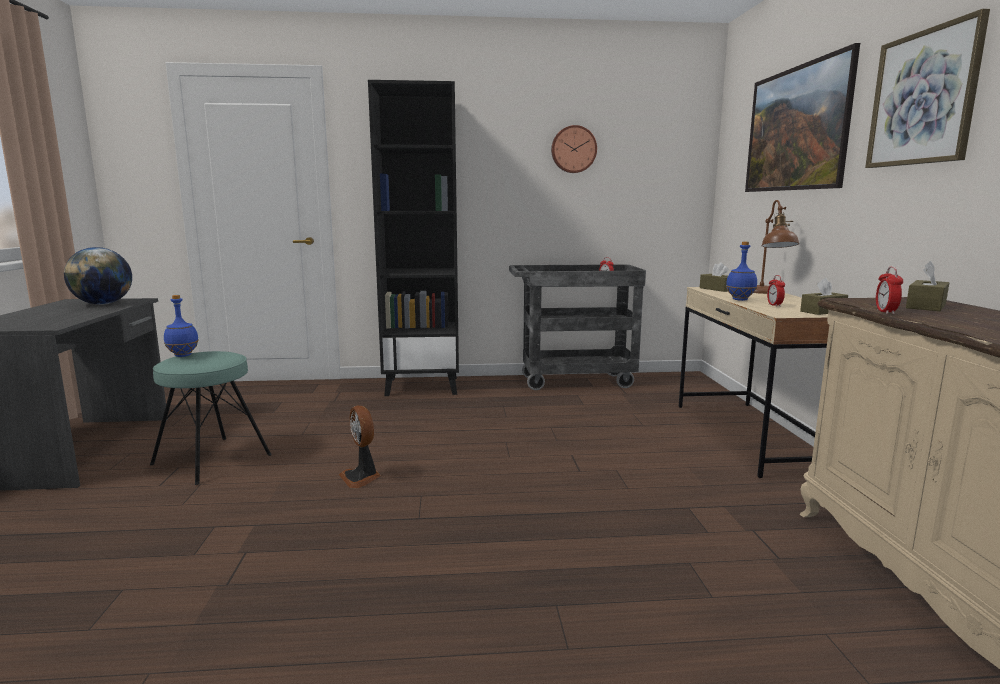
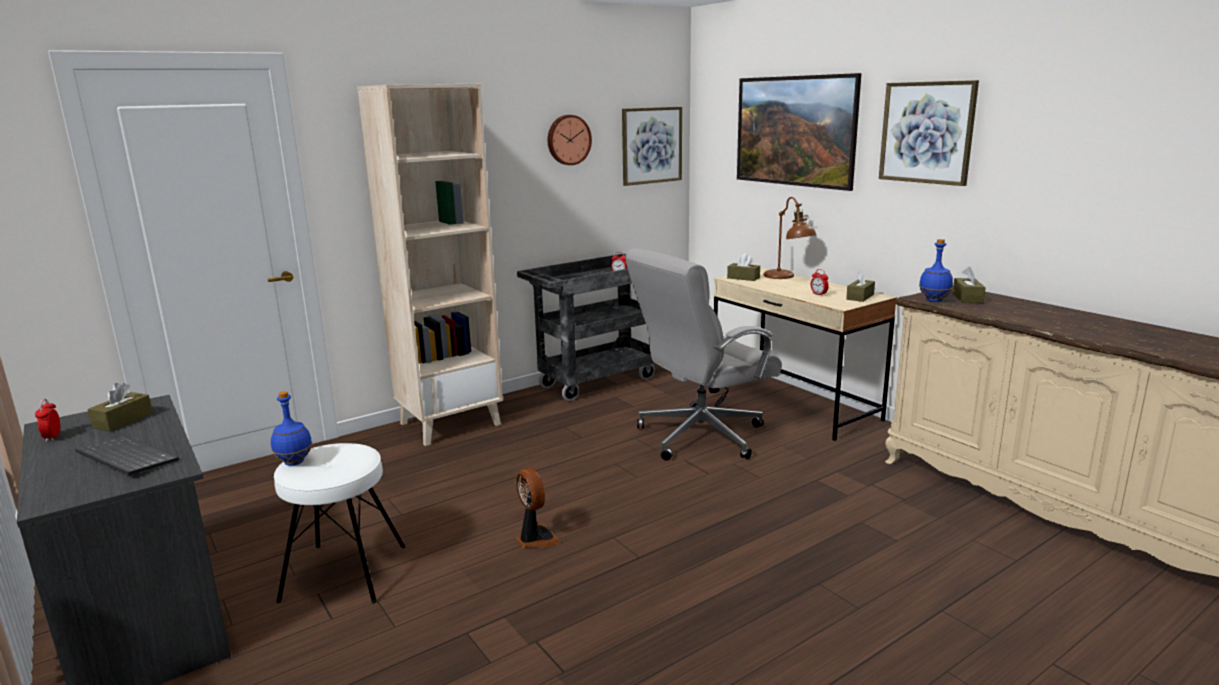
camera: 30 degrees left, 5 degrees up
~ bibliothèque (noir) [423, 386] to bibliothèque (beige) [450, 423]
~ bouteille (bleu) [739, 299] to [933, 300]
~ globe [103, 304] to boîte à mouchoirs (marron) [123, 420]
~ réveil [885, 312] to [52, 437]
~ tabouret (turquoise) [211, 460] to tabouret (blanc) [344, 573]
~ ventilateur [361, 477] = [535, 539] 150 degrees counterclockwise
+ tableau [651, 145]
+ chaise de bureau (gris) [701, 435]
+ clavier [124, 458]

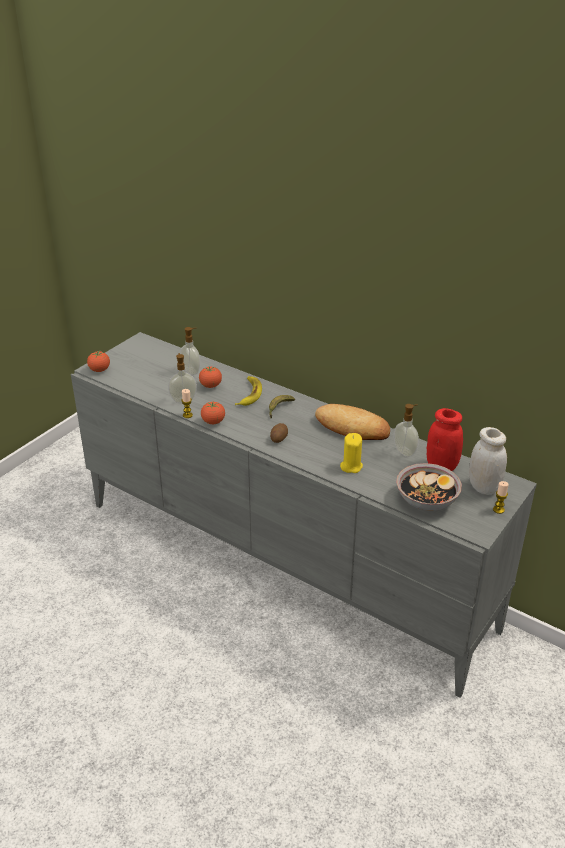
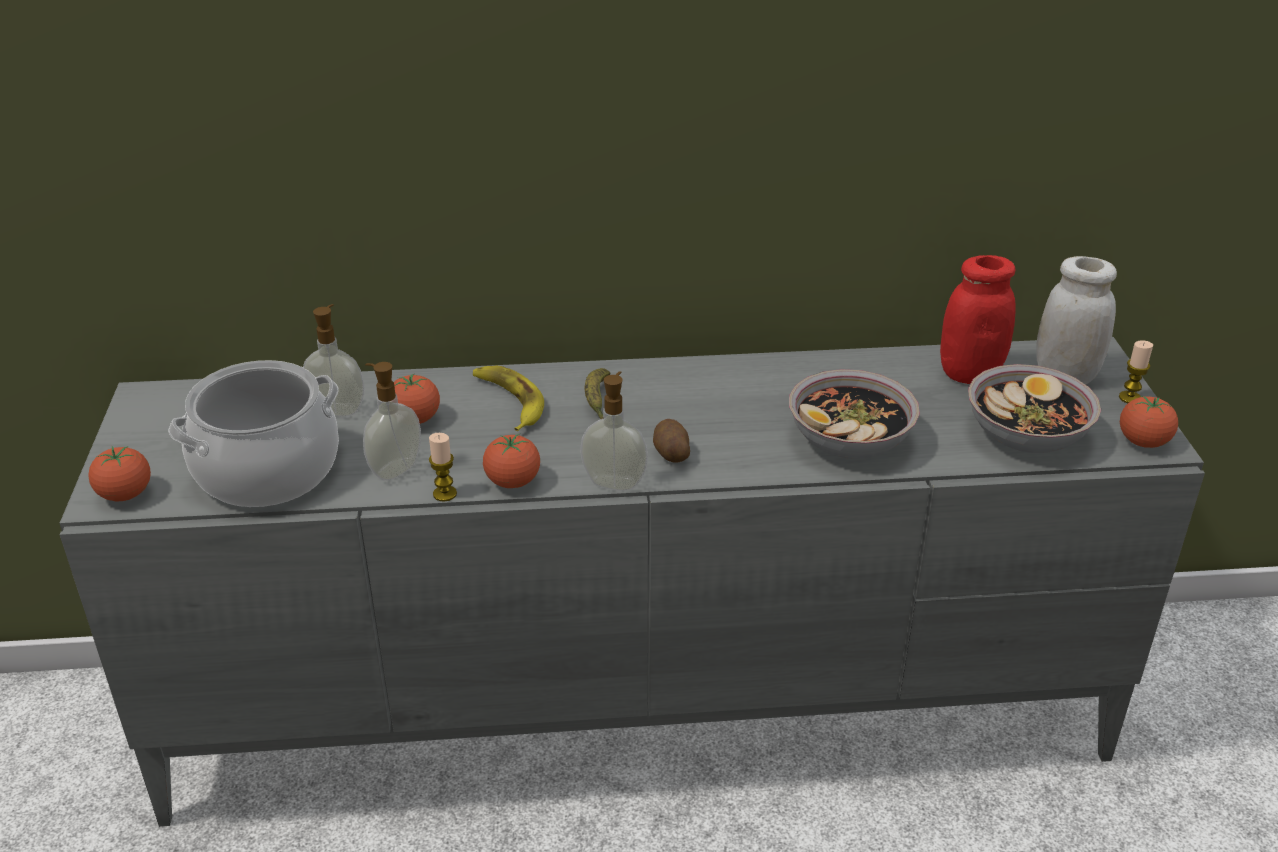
camera: 40 degrees left, 0 degrees up
- pain [352, 427]
~ distributeur de savon [405, 451] to [615, 482]
~ bougie (jaune) [351, 466] to bol [849, 440]
+ marmite [267, 469]
+ tomate [1143, 442]

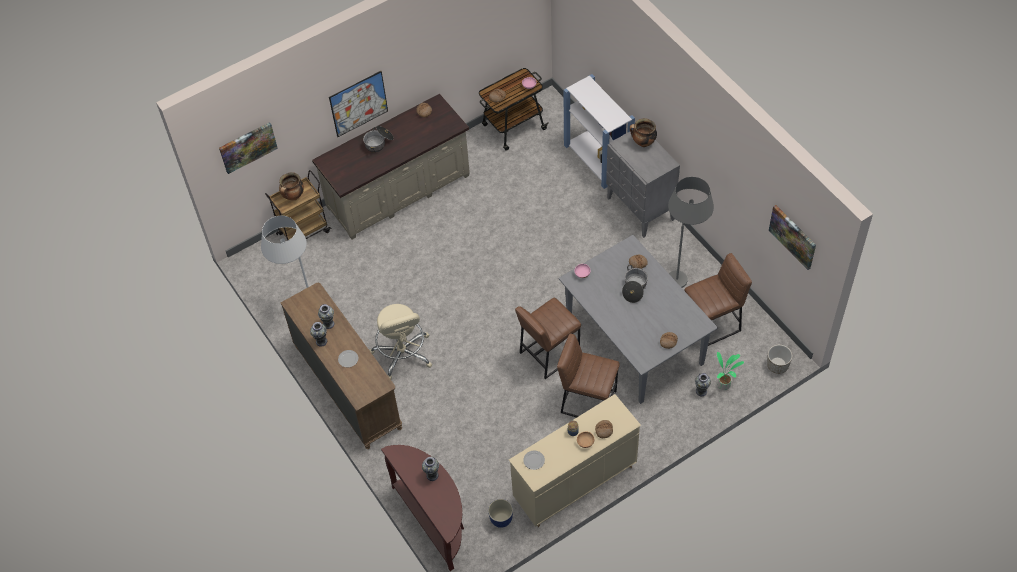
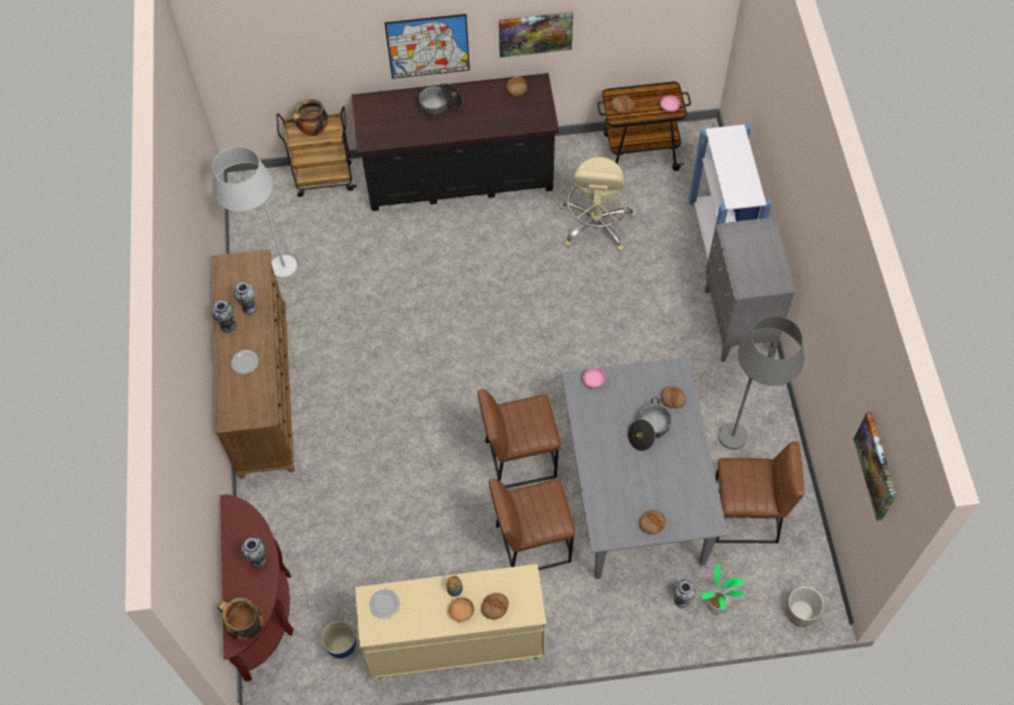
camera: 25 degrees right, 5 degrees up
~ meuble de rangement (beige) [399, 191] to meuble de rangement (noir) [460, 175]
~ marmite [643, 143] to [246, 626]
~ tableau [248, 147] to [535, 33]
~ tabouret (beige) [402, 355] to [595, 224]
~ chaise (marron) [587, 401] = [531, 544] 60 degrees counterclockwise

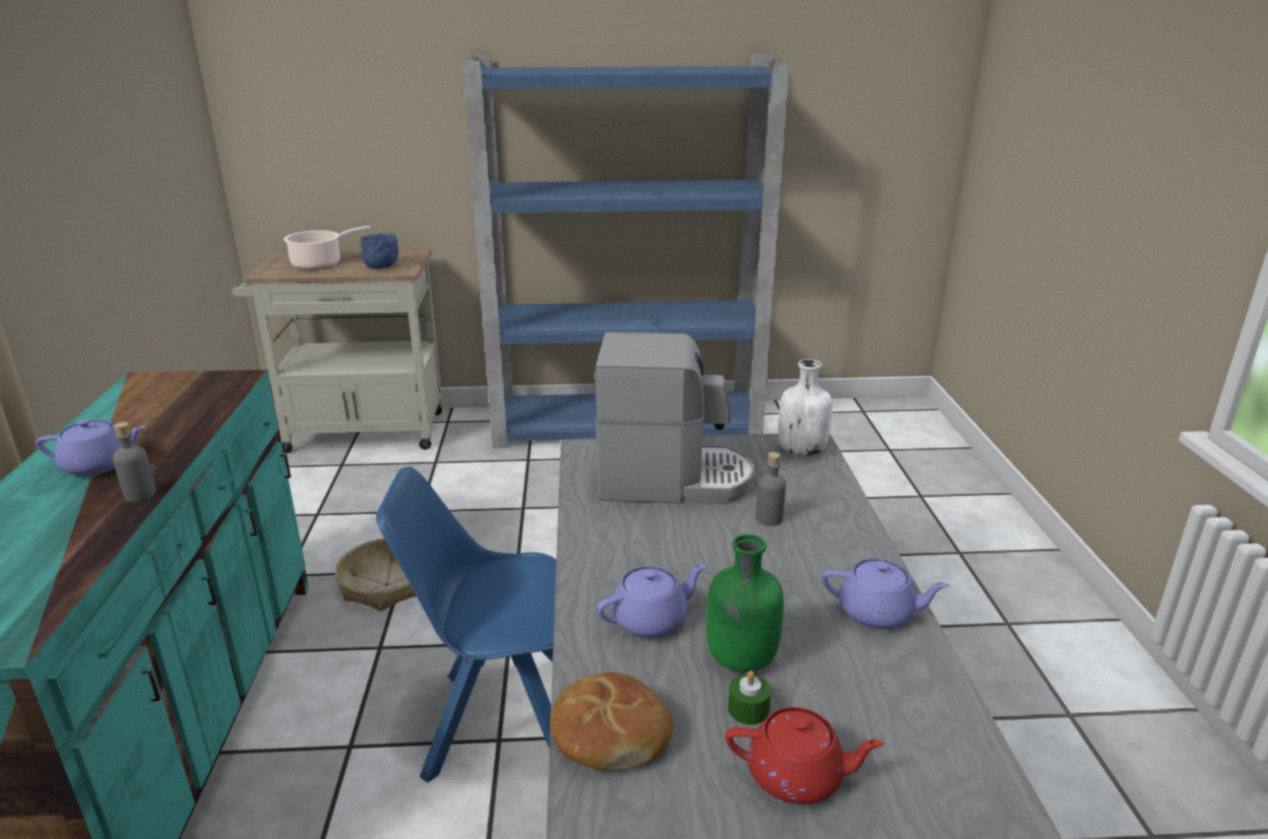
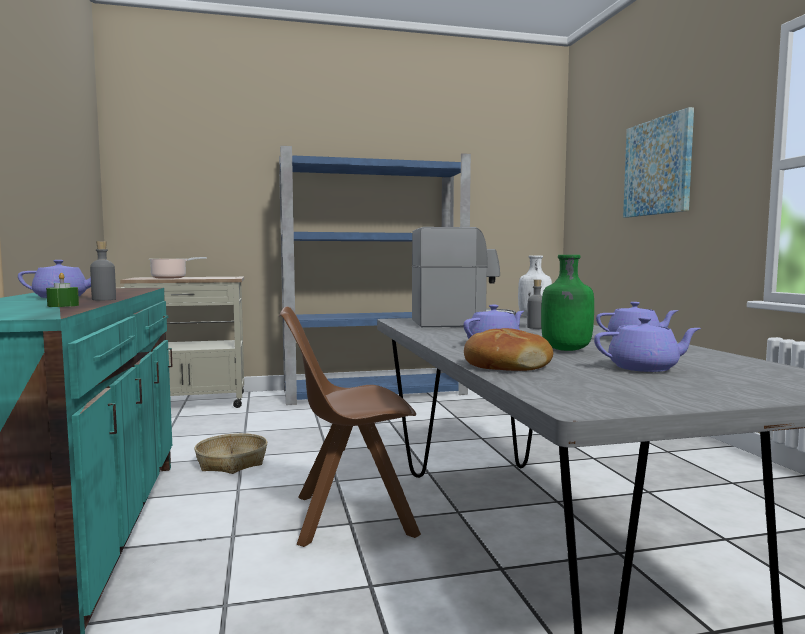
camera: 10 degrees left, 20 degrees down
- bol (bleu) [382, 268]
~ chaise (bleu) [502, 724] to chaise (marron) [350, 516]
~ bougie (vert) [748, 709] to [63, 305]
~ théière (rouge) [797, 776] to théière (violet) [645, 368]
+ tableau [658, 167]

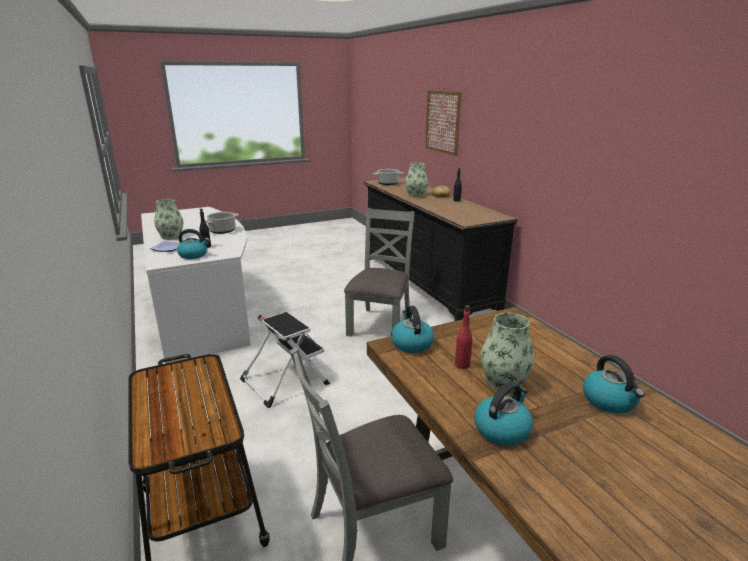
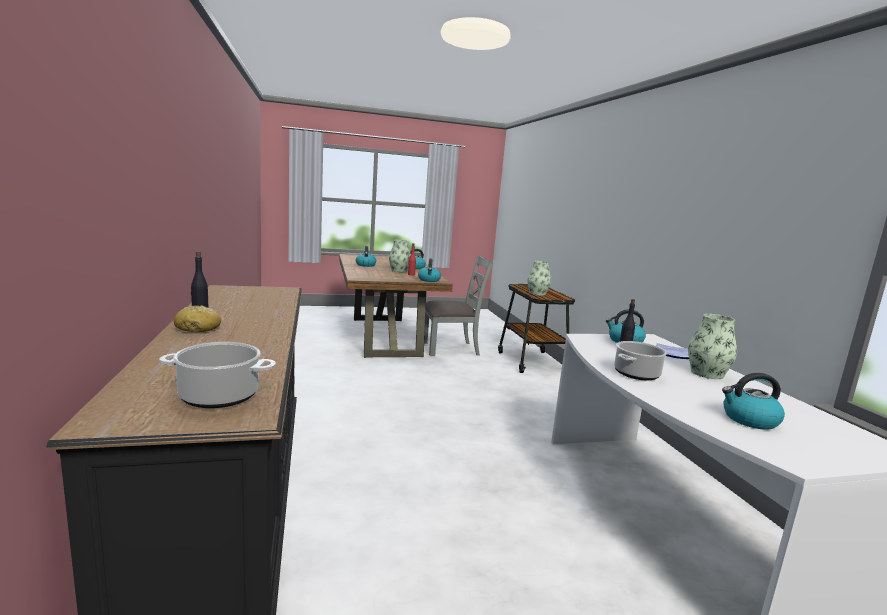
camera: 170 degrees left, 10 degrees down
- tableau [443, 121]
~ vase [416, 195] to [537, 293]
- chaise (gris) [380, 324]
- escabeau [285, 379]
+ bouilloire [749, 420]

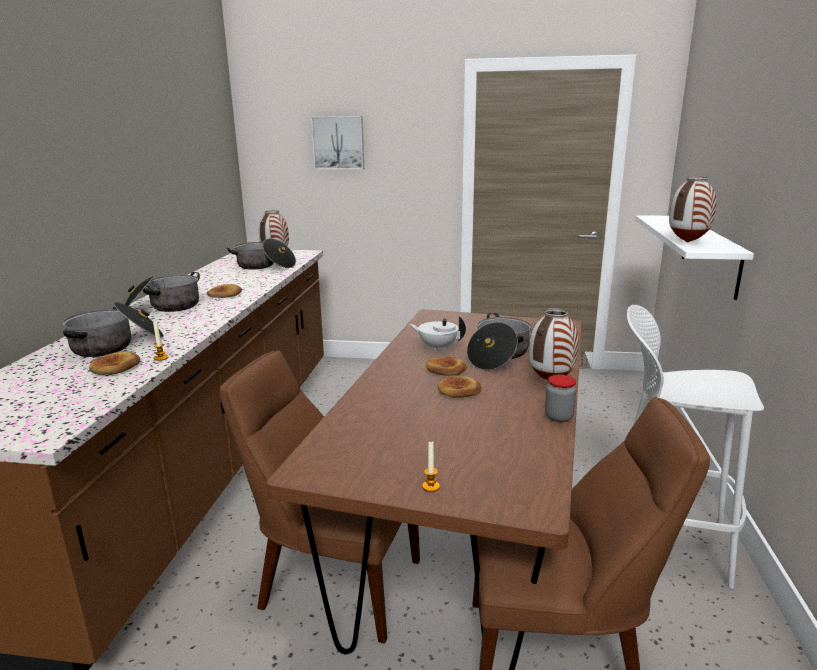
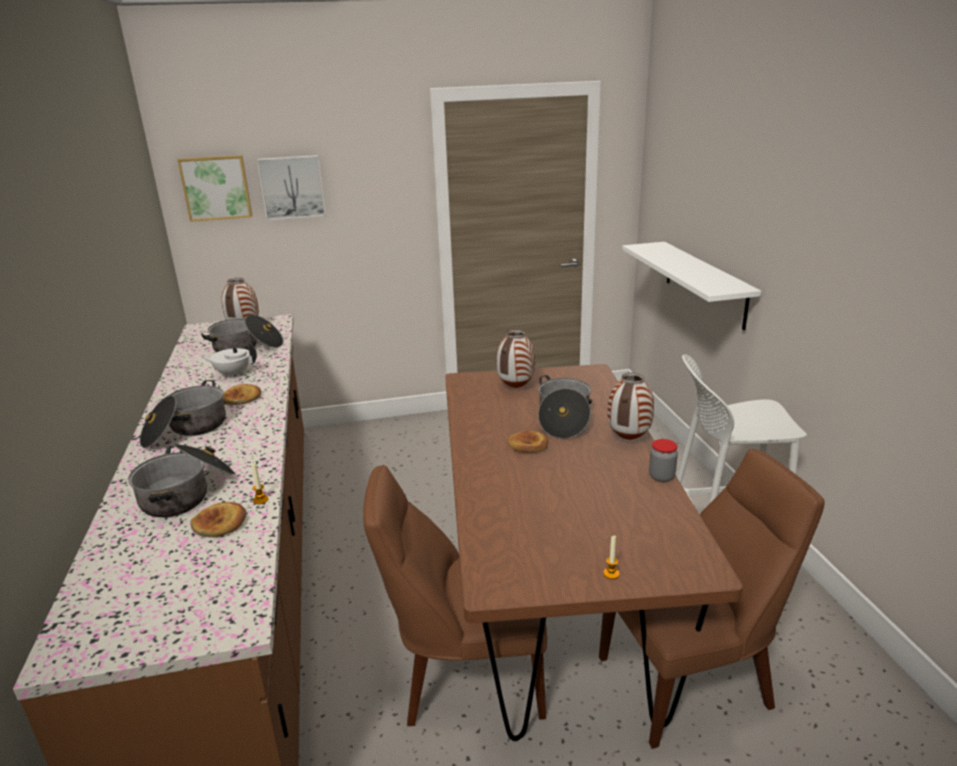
camera: 20 degrees left, 5 degrees up
~ vase [687, 242] to [515, 387]
~ théière (blanc) [437, 347] to [233, 373]
- pain [459, 390]
+ tableau [216, 188]

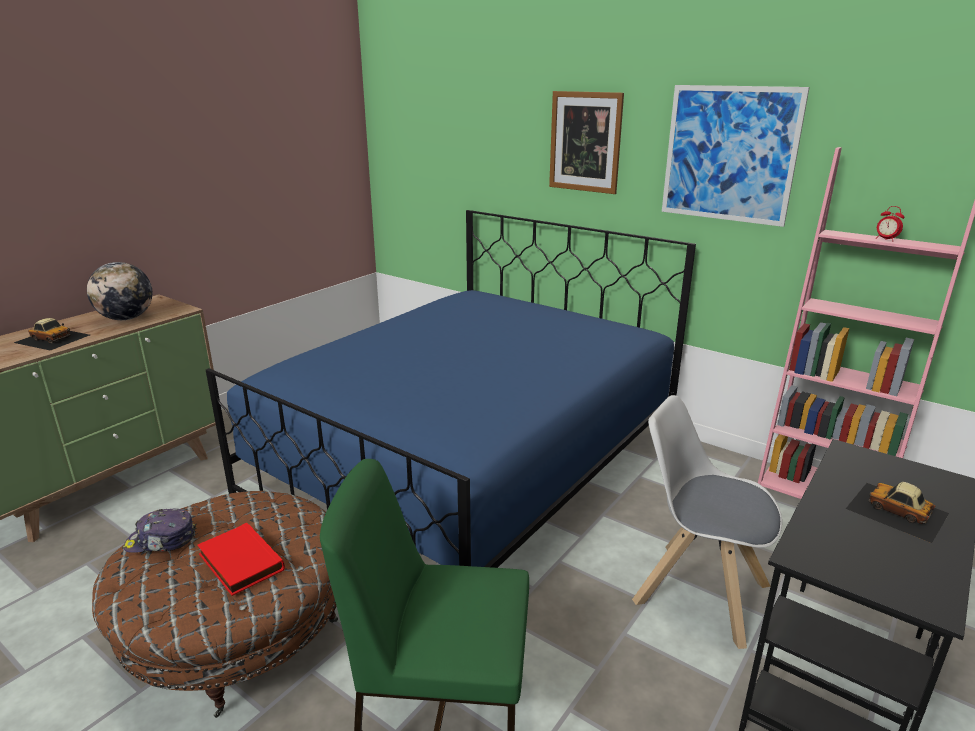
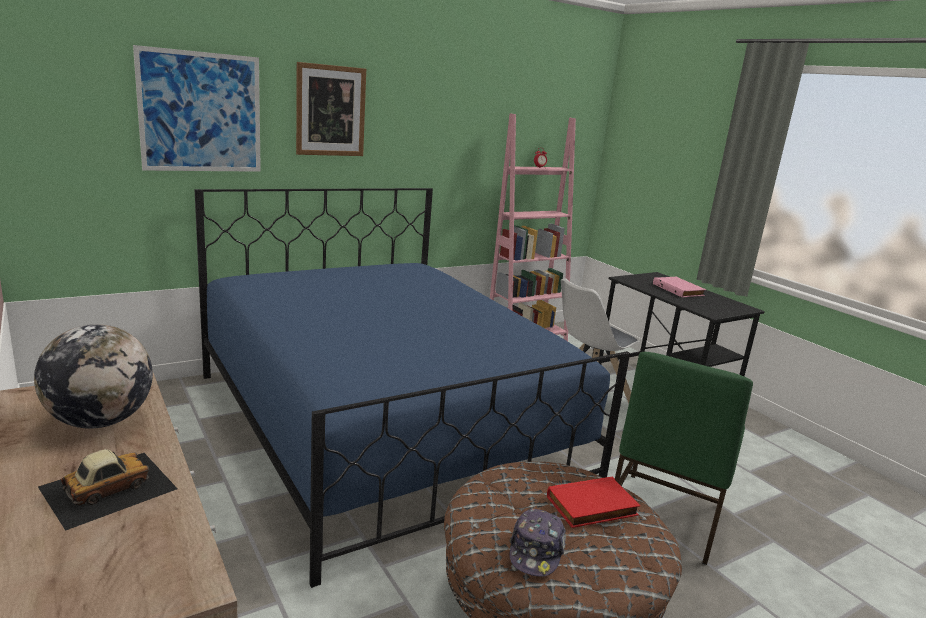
camera: 70 degrees left, 5 degrees down
~ tableau [729, 154] to [201, 112]
~ petite voiture [897, 511] to livre (rose) [679, 290]

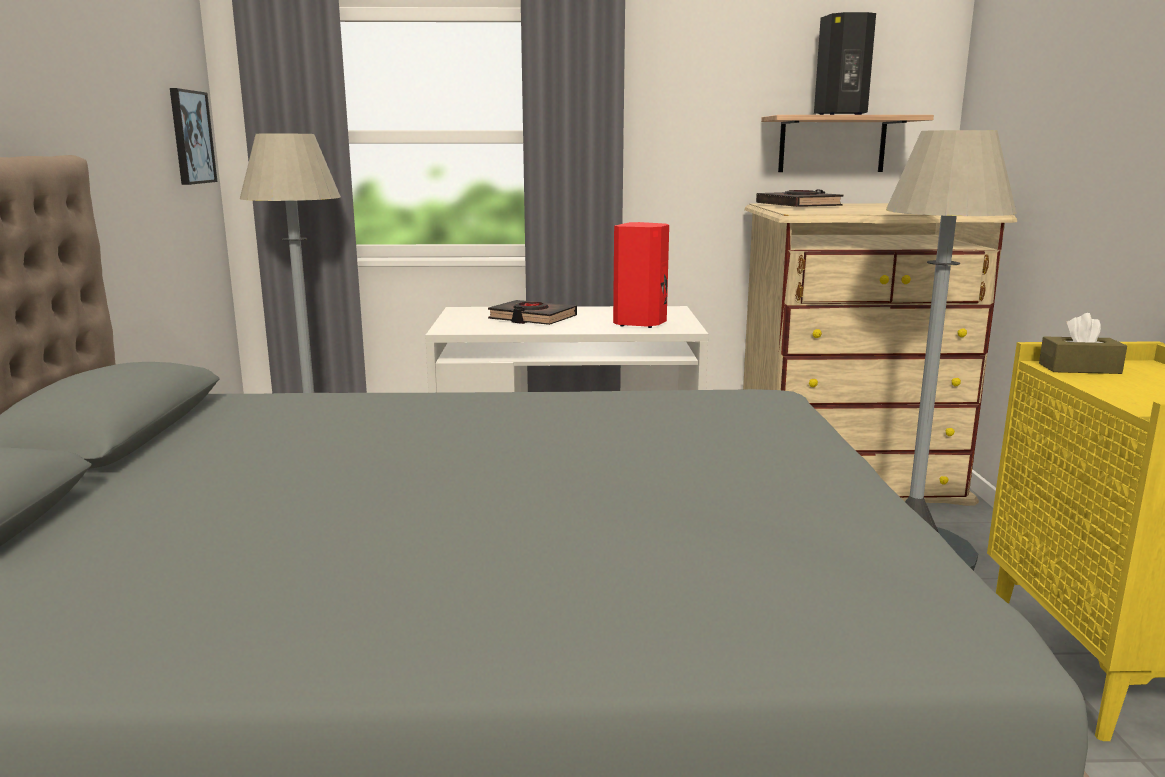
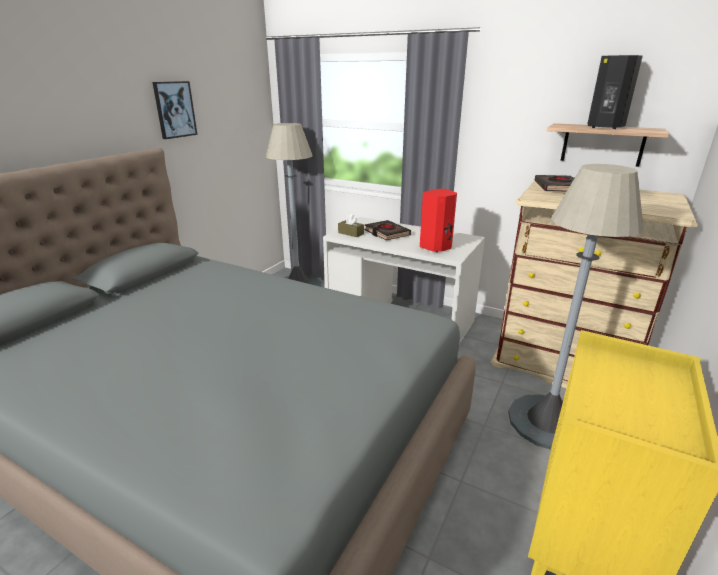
camera: 30 degrees right, 10 degrees up
~ tableau [191, 137] to [174, 109]
~ boîte à mouchoirs (marron) [1079, 368] to [351, 233]

